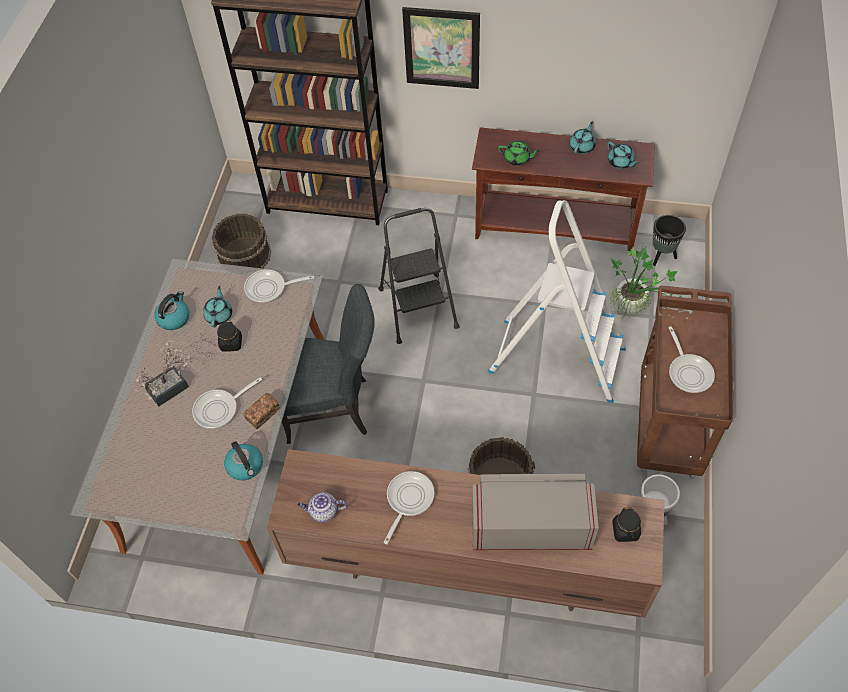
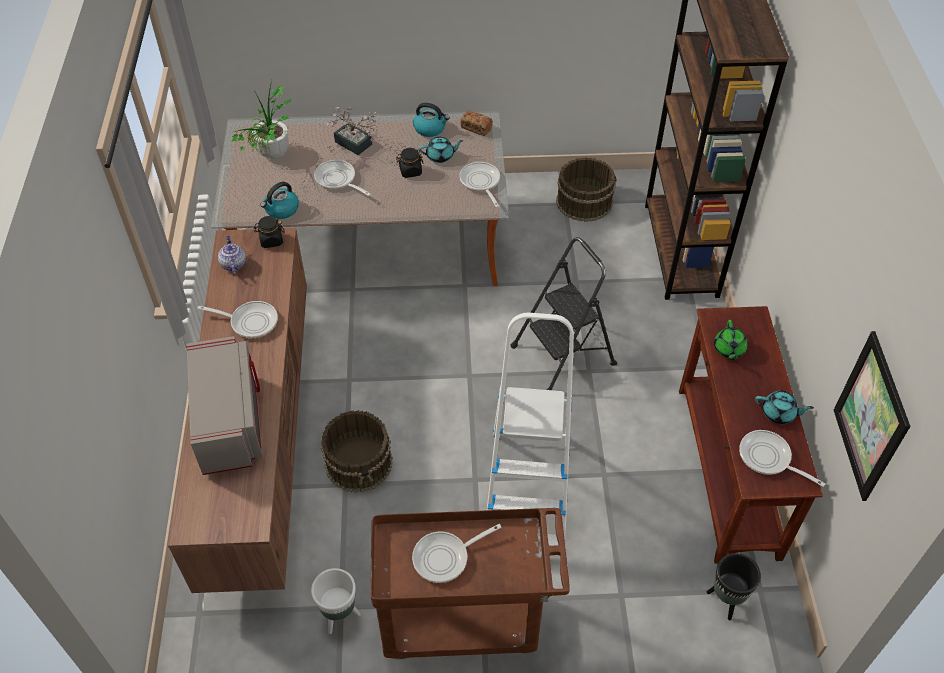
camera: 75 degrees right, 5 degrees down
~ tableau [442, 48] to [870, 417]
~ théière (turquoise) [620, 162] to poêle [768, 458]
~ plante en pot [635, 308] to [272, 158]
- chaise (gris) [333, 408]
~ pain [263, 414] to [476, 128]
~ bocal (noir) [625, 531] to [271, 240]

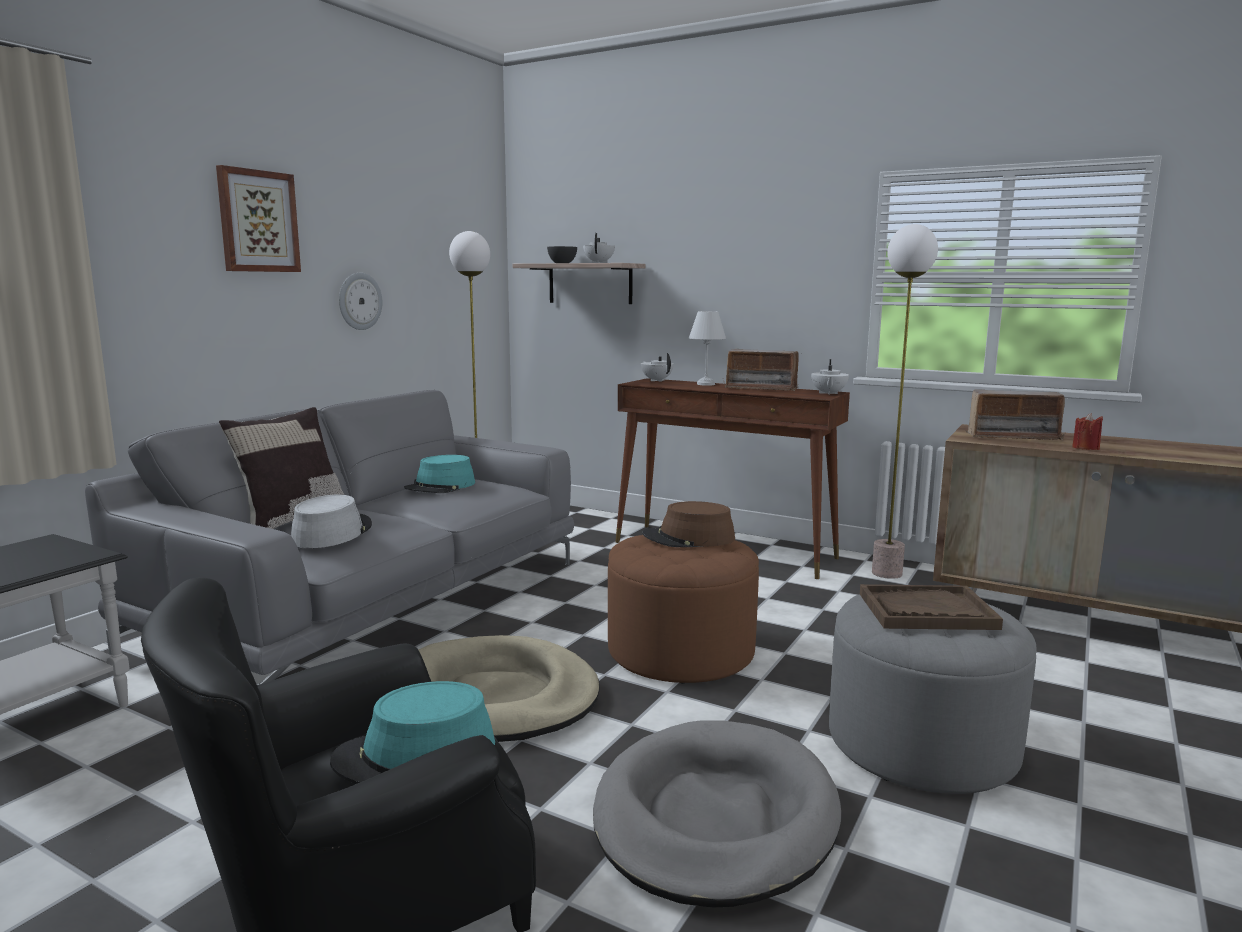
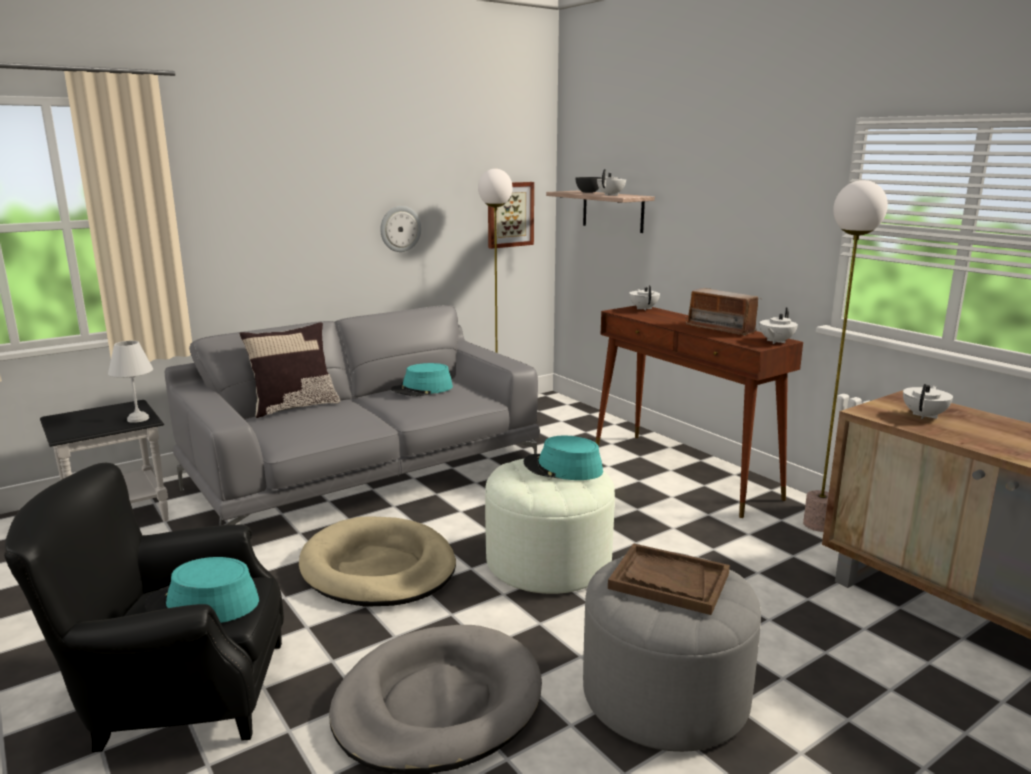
camera: 25 degrees right, 5 degrees up
~ tableau [258, 221] to [509, 214]
~ lampe de table (blanc) [705, 384] to [138, 418]
~ radio [1013, 437] to théière (blanc) [924, 416]
- bougie (rouge) [1085, 448]
- chapeau (gris) [332, 533]
~ chapeau (marron) [689, 538] to chapeau (turquoise) [562, 468]
~ pouf (marron) [681, 651] to pouf (blanc) [548, 562]

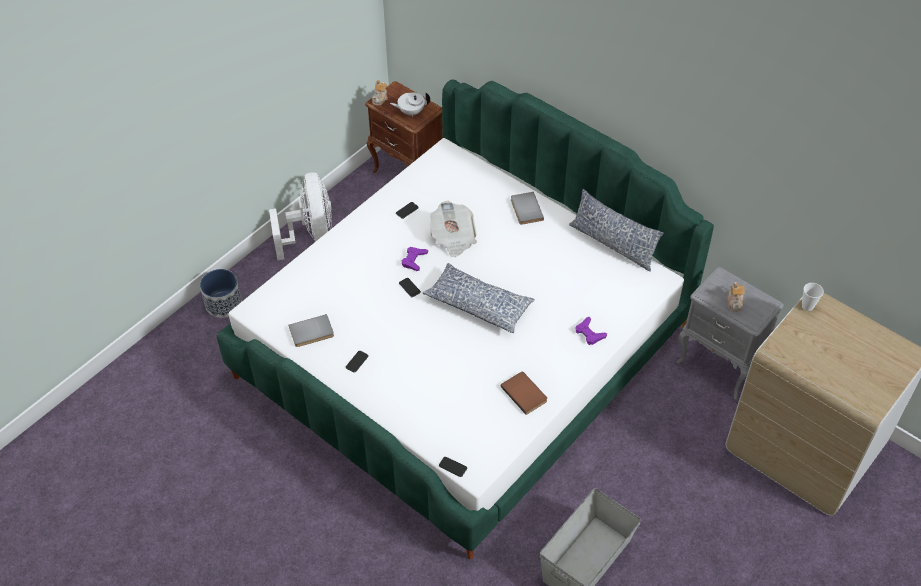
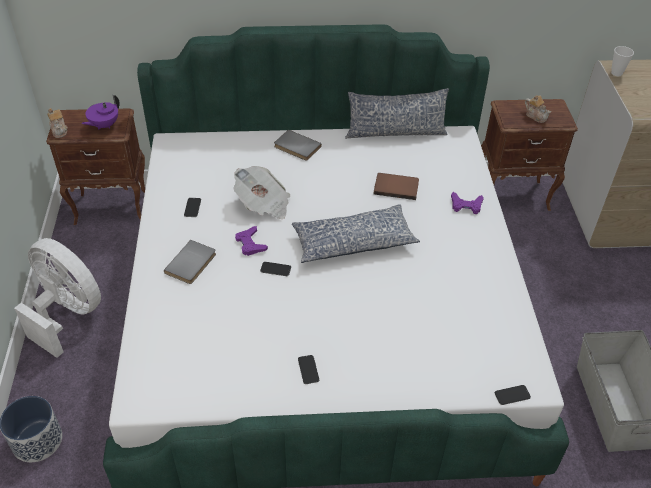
camera: 45 degrees left, 5 degrees down
~ théière (blanc) [411, 112] to théière (violet) [104, 125]
~ table de chevet (gris) [718, 366] to table de chevet (marron) [512, 196]
~ livre (gris) [312, 333] to [192, 264]
~ livre (marron) [525, 393] to [396, 187]

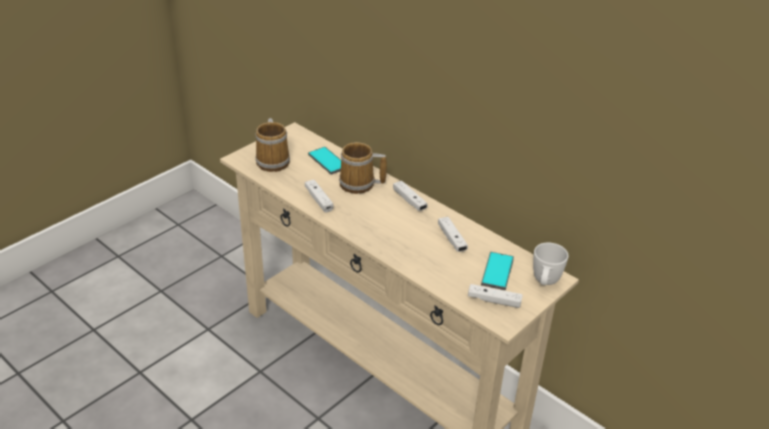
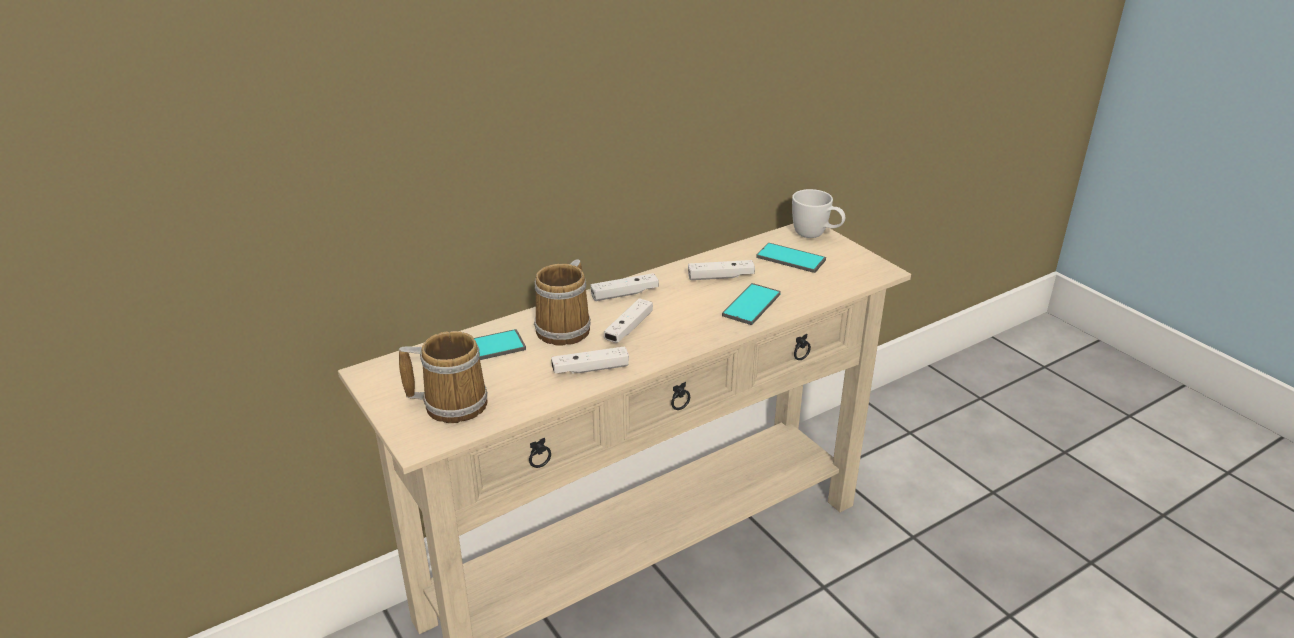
camera: 75 degrees left, 5 degrees down
~ manette (blanc) [494, 300] to [628, 328]
+ téléphone [751, 305]

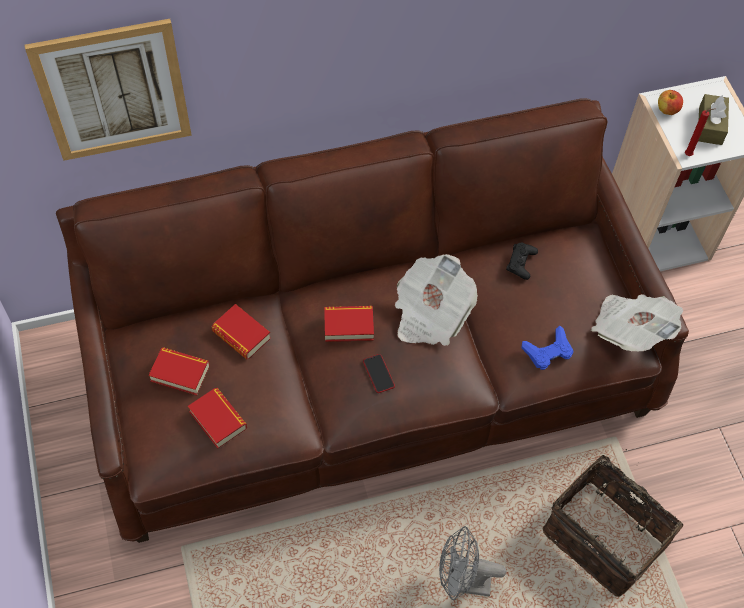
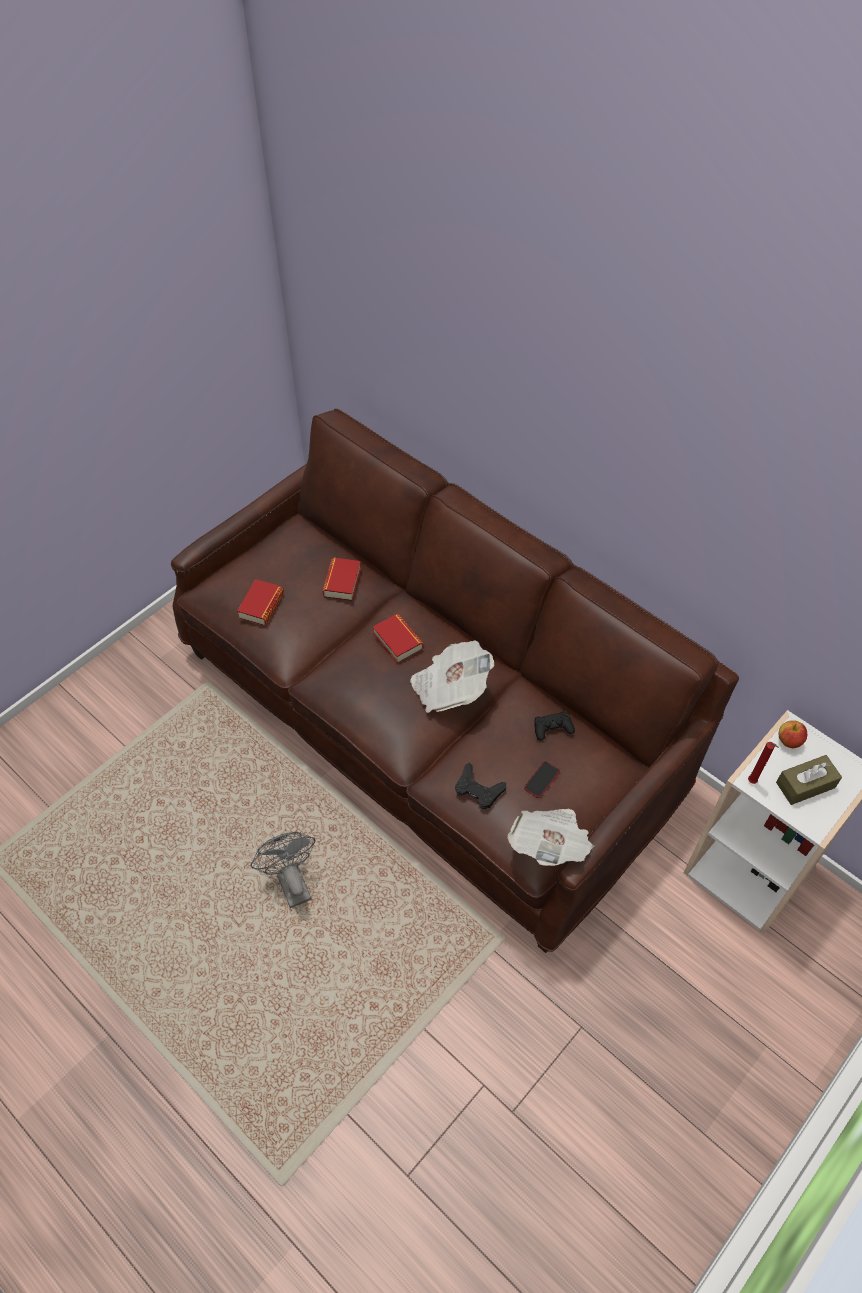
camera: 60 degrees right, 5 degrees down
- tableau [113, 91]
~ manette (bleu) [548, 351] to manette (noir) [478, 789]
- livre [180, 373]
~ téléphone [378, 374] to [541, 780]
- panier [605, 536]

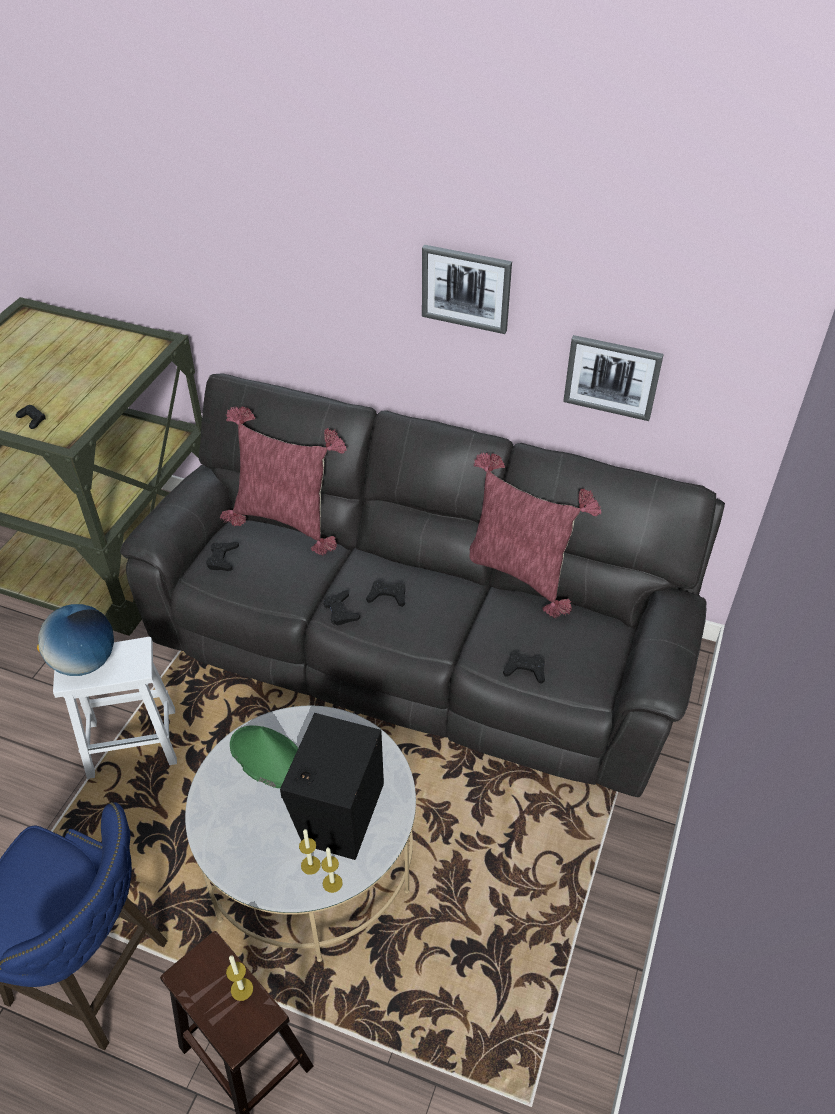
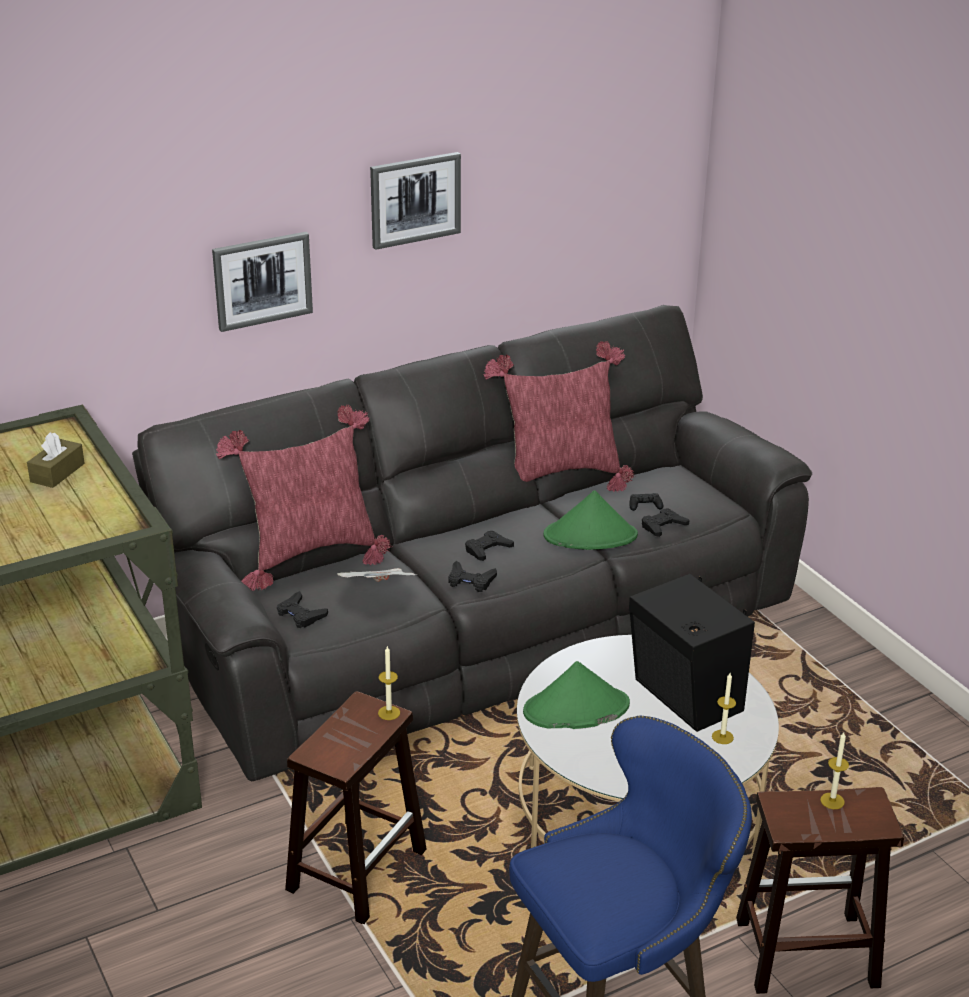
camera: 50 degrees left, 15 degrees down
~ tableau [612, 377] to [262, 280]
~ manette (noir) [32, 419] to [645, 506]
- globe [85, 662]
~ tabouret (blanc) [134, 742] to tabouret (marron) [357, 868]
~ bougie [332, 883] to [389, 713]
+ boîte à mouchoirs (marron) [57, 473]
+ chapeau (vert) [590, 536]
+ journal [379, 591]

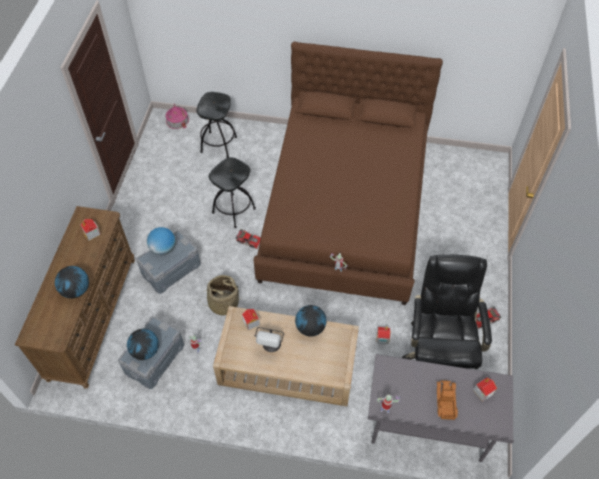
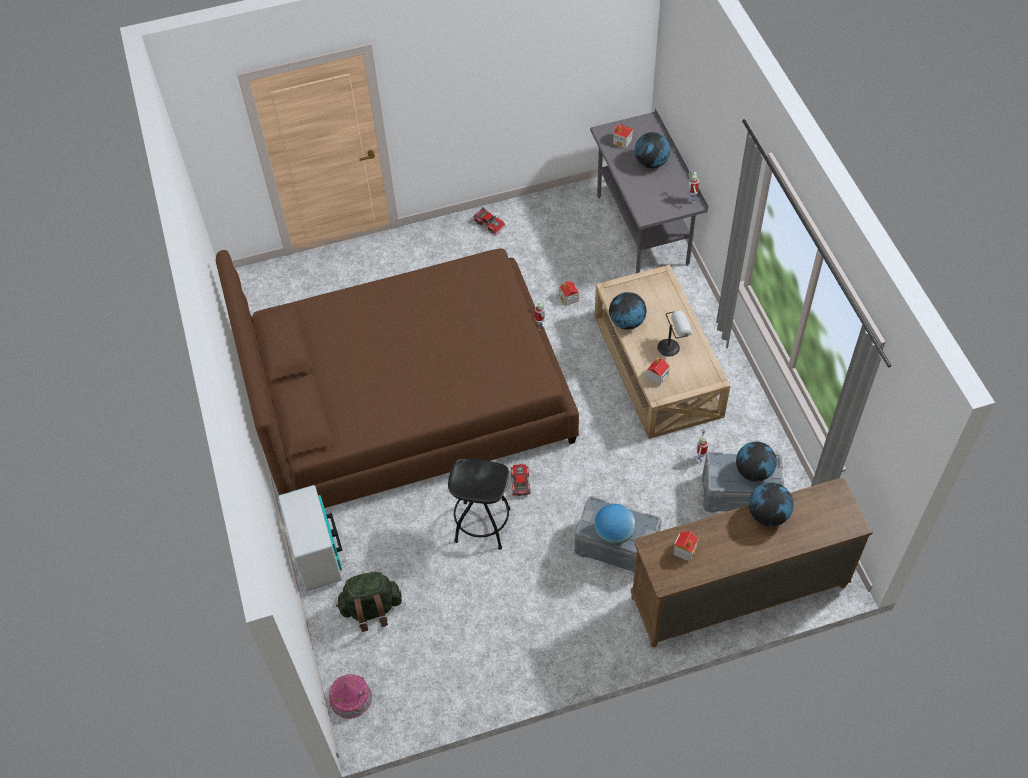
camera: 115 degrees left, 0 degrees up
~ tabouret (noir) [219, 144] to sac à dos (vert) [371, 609]
- chaise de bureau (noir) [437, 353]
- panier [223, 303]
~ camion jouet [445, 401] to globe [651, 163]
+ table de chevet (blanc) [318, 557]

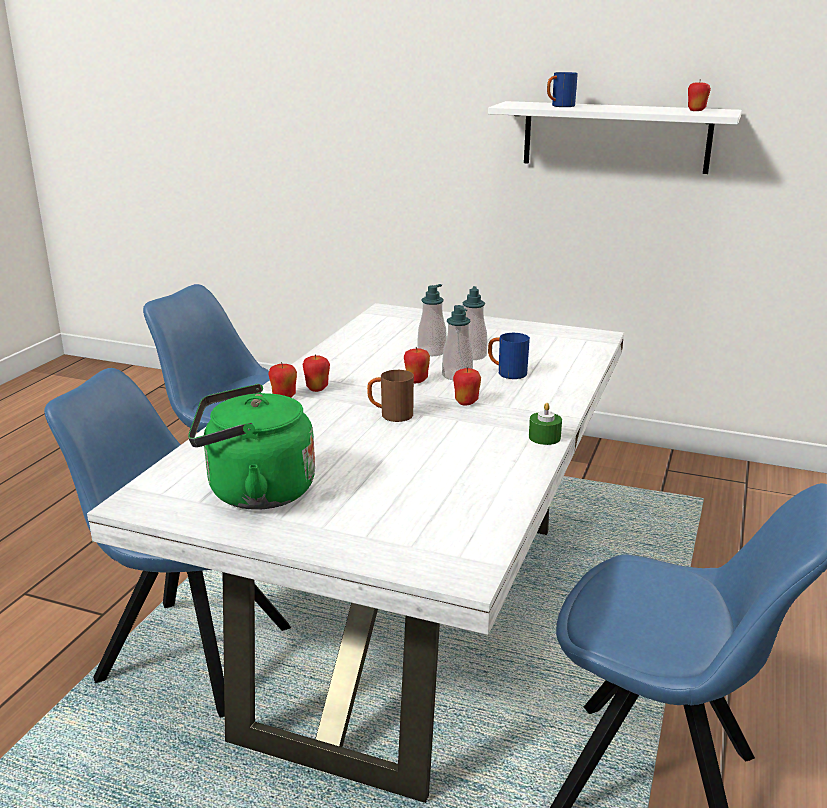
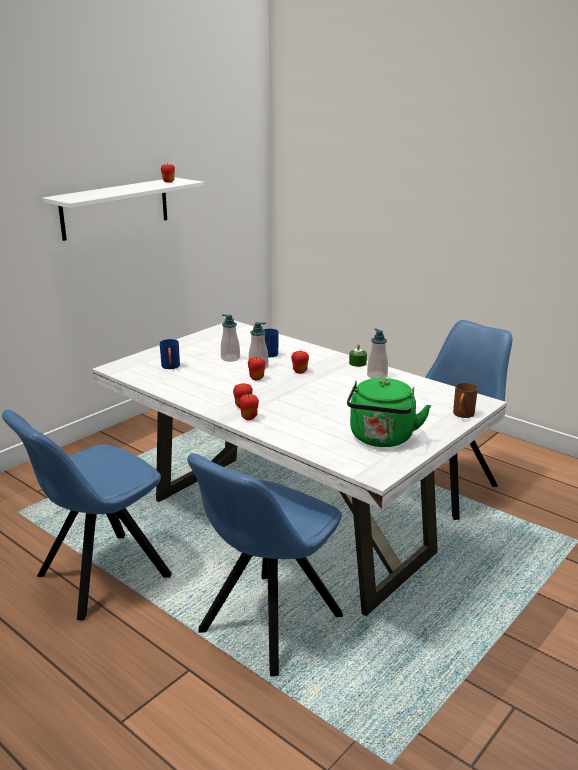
camera: 70 degrees left, 0 degrees up
~ mug (bleu) [559, 106] to [170, 367]
~ distributeur de savon [432, 352] to [377, 376]
~ mug (marron) [390, 415] to [462, 415]

